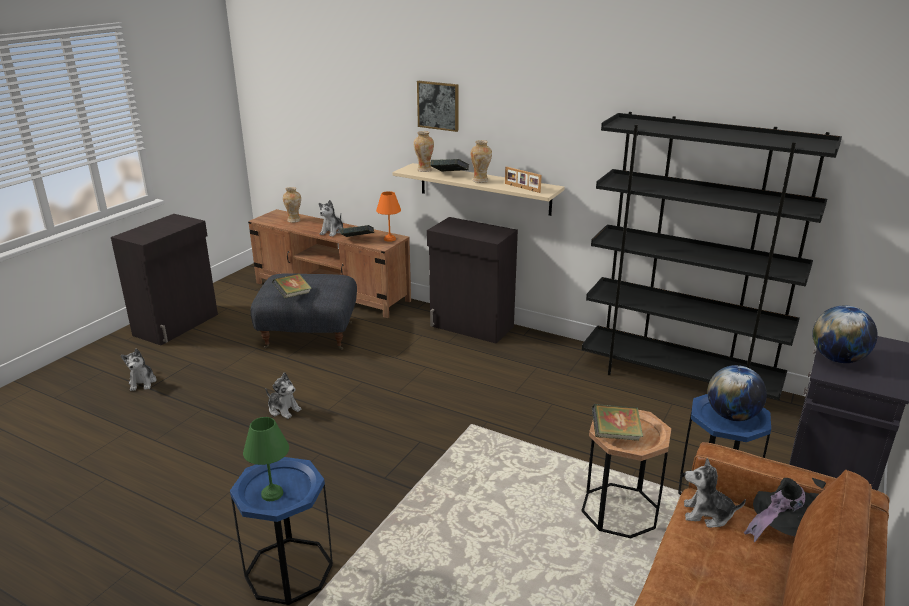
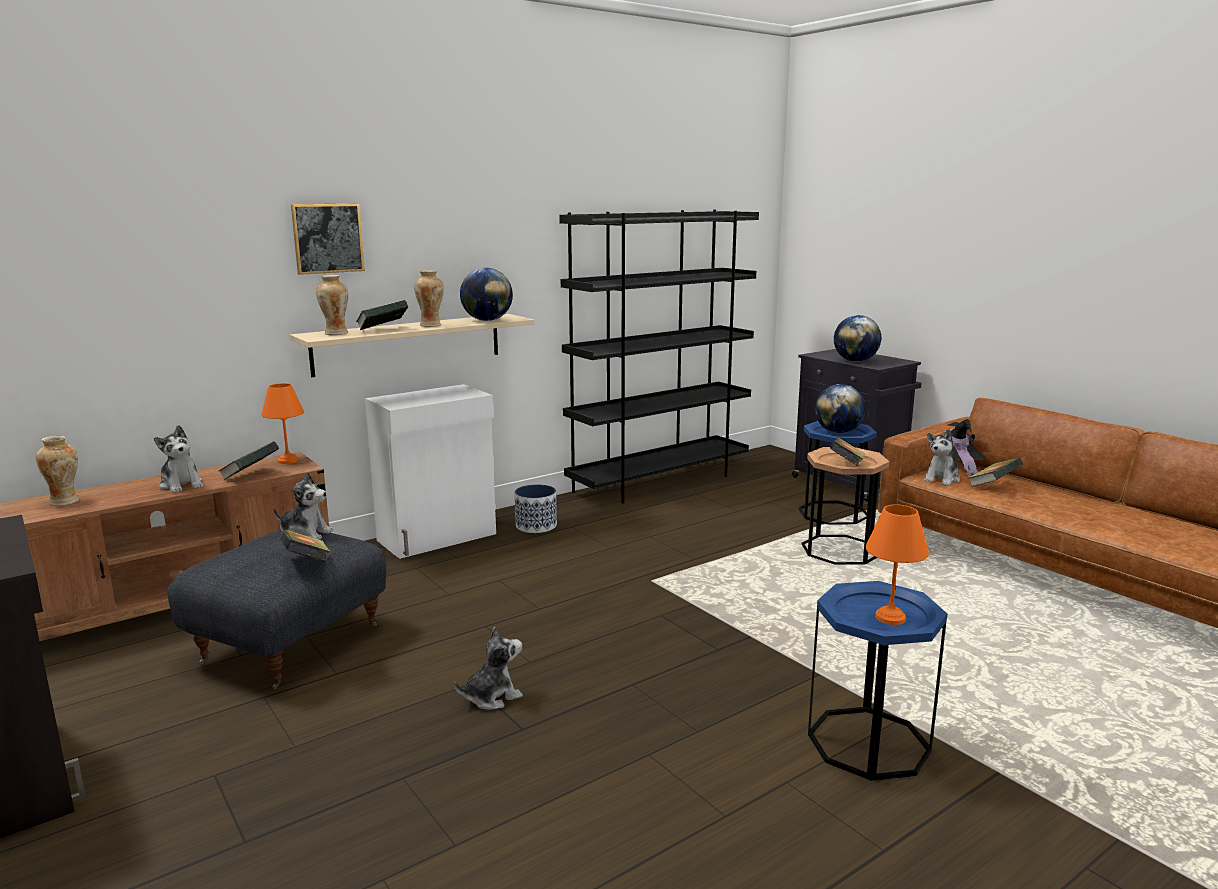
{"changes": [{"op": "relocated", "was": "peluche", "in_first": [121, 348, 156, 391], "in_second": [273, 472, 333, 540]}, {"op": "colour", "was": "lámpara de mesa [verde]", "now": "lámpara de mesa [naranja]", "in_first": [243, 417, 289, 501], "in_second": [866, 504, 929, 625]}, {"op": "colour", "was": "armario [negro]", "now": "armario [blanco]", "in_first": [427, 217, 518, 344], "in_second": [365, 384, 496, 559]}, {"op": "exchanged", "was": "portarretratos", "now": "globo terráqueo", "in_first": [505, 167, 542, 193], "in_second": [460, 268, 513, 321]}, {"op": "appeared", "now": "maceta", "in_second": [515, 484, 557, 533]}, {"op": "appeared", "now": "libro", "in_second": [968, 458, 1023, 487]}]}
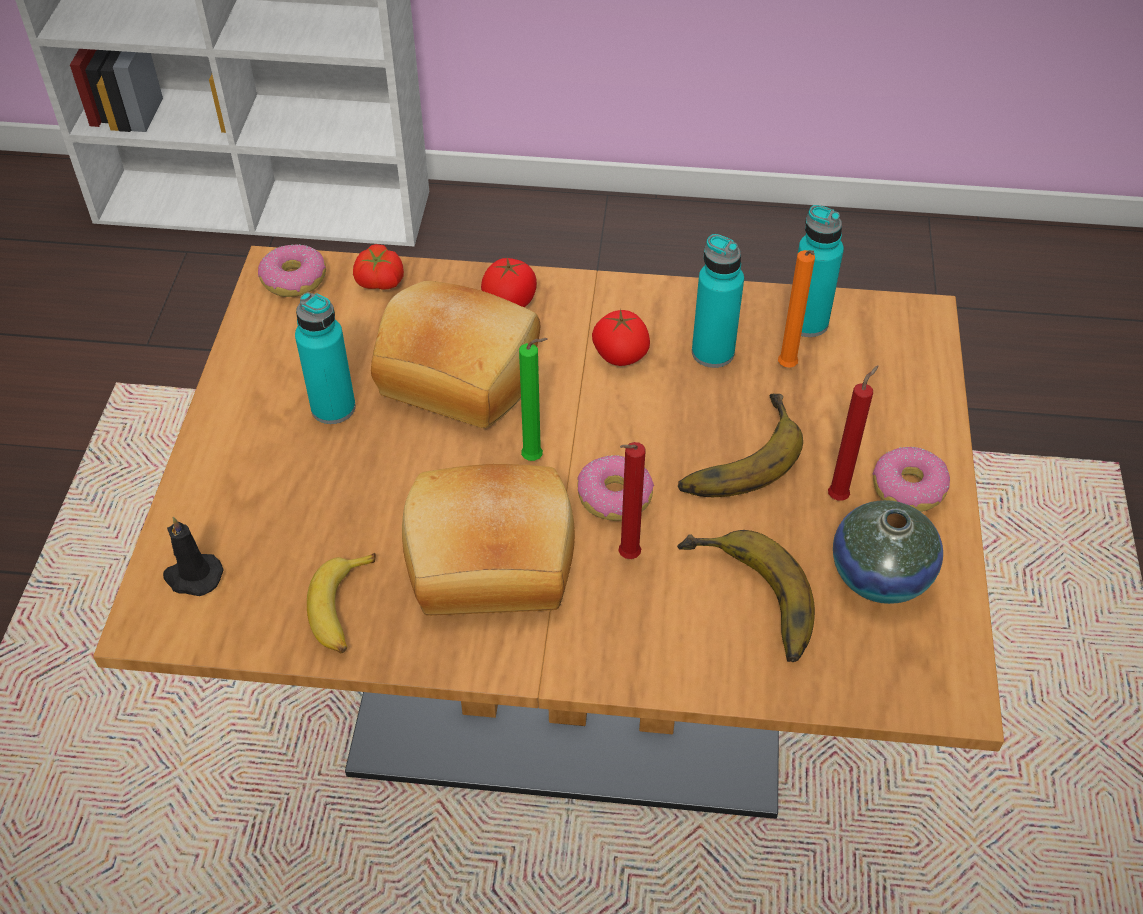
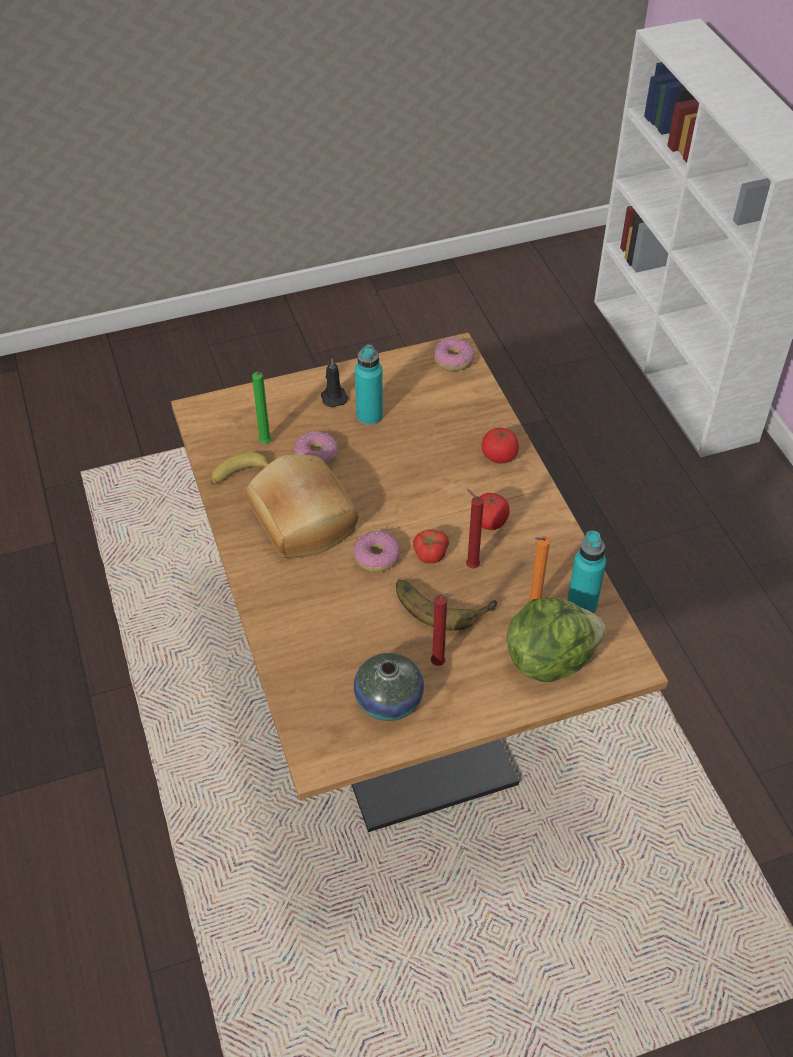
{"changes": [{"op": "relocated", "was": "vela [negro]", "in_first": [163, 517, 223, 596], "in_second": [321, 359, 349, 407]}, {"op": "relocated", "was": "tomate", "in_first": [353, 244, 404, 290], "in_second": [413, 530, 449, 563]}, {"op": "missing", "was": "pan", "in_first": [371, 281, 540, 428]}, {"op": "relocated", "was": "vela [verde]", "in_first": [519, 338, 548, 461], "in_second": [252, 372, 271, 444]}, {"op": "relocated", "was": "vela [rojo]", "in_first": [618, 442, 646, 559], "in_second": [466, 489, 484, 568]}, {"op": "missing", "was": "plátano", "in_first": [677, 530, 815, 662]}, {"op": "missing", "was": "botella [turquesa]", "in_first": [692, 234, 744, 368]}, {"op": "relocated", "was": "rosquilla", "in_first": [873, 446, 950, 512], "in_second": [294, 431, 338, 465]}, {"op": "appeared", "now": "lechuga", "in_second": [507, 598, 605, 682]}]}
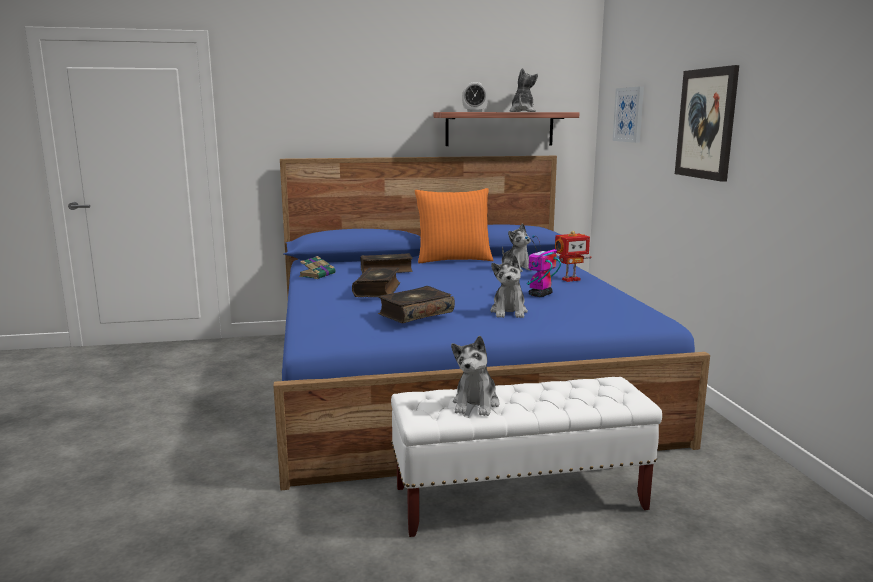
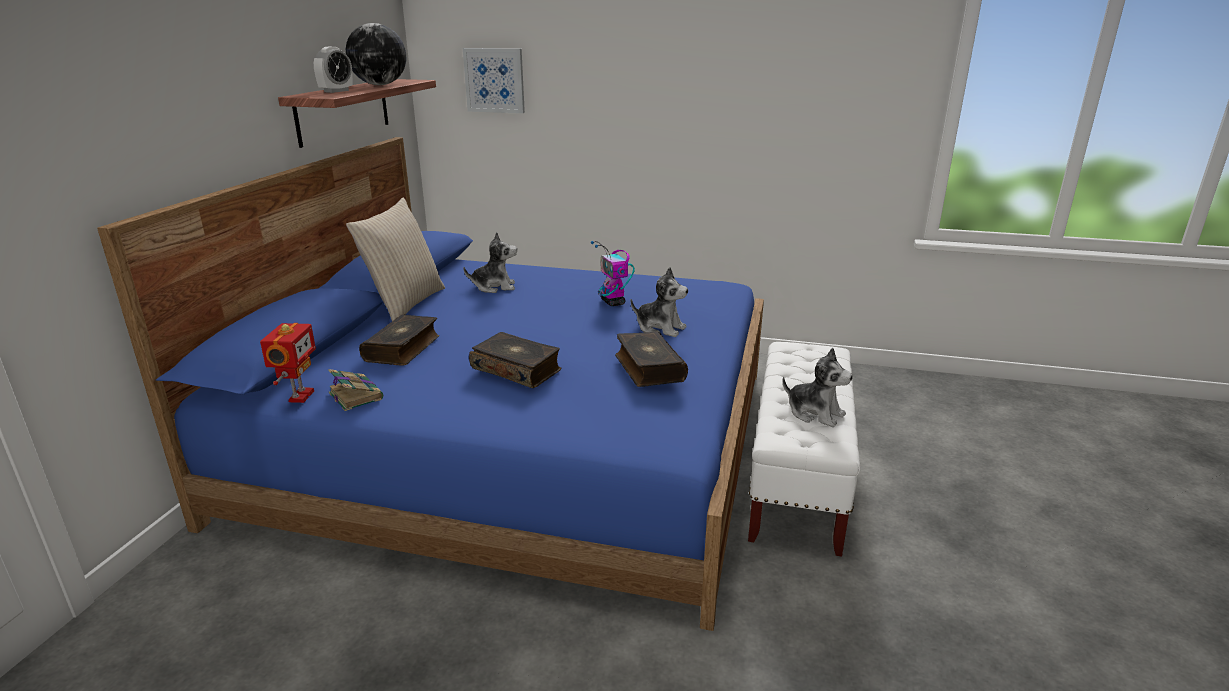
{"changes": [{"op": "colour", "was": "cojín [naranja]", "now": "cojín [beis]", "in_first": [415, 188, 494, 263], "in_second": [346, 198, 445, 321]}, {"op": "exchanged", "was": "peluche", "now": "globo terráqueo", "in_first": [510, 68, 538, 112], "in_second": [346, 23, 406, 85]}, {"op": "relocated", "was": "robot de juguete", "in_first": [555, 231, 592, 282], "in_second": [260, 323, 316, 403]}, {"op": "missing", "was": "cuadro", "in_first": [675, 65, 739, 182]}]}
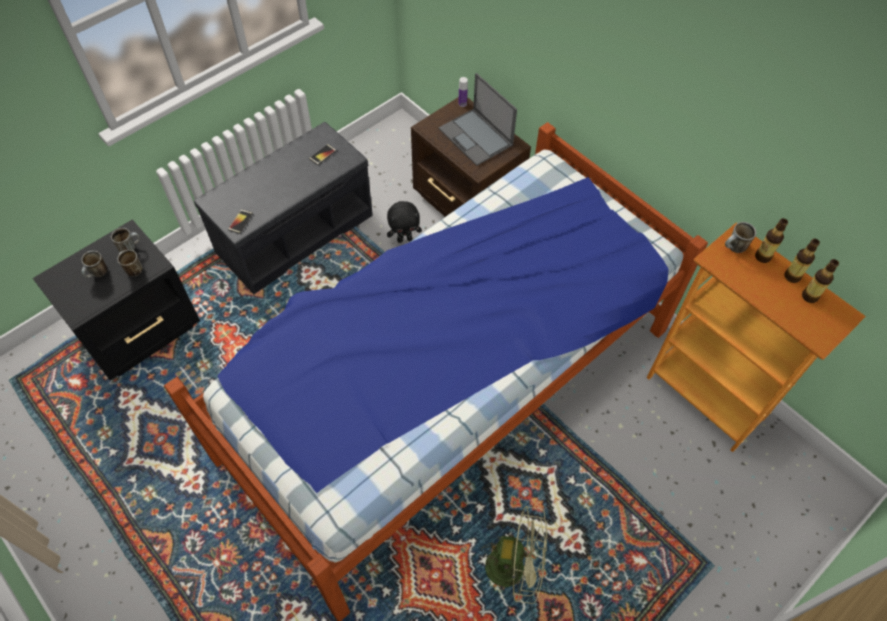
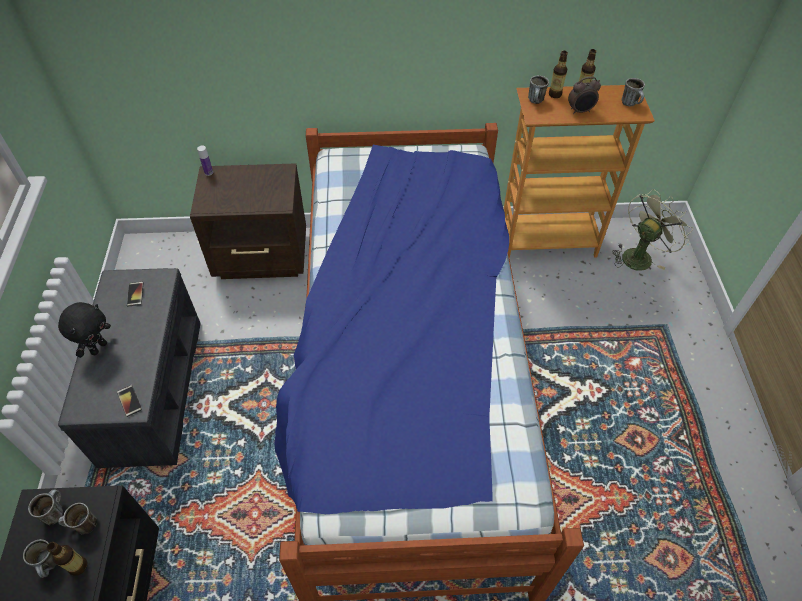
{"changes": [{"op": "relocated", "was": "peluche [negro]", "in_first": [387, 201, 422, 243], "in_second": [58, 302, 111, 358]}, {"op": "missing", "was": "portátil", "in_first": [439, 73, 517, 166]}, {"op": "relocated", "was": "ventilador [verde]", "in_first": [476, 506, 547, 604], "in_second": [612, 189, 693, 271]}, {"op": "relocated", "was": "botella", "in_first": [802, 259, 839, 303], "in_second": [47, 542, 87, 576]}, {"op": "appeared", "now": "despertador", "in_second": [568, 77, 601, 115]}, {"op": "appeared", "now": "taza grande", "in_second": [621, 78, 645, 106]}]}
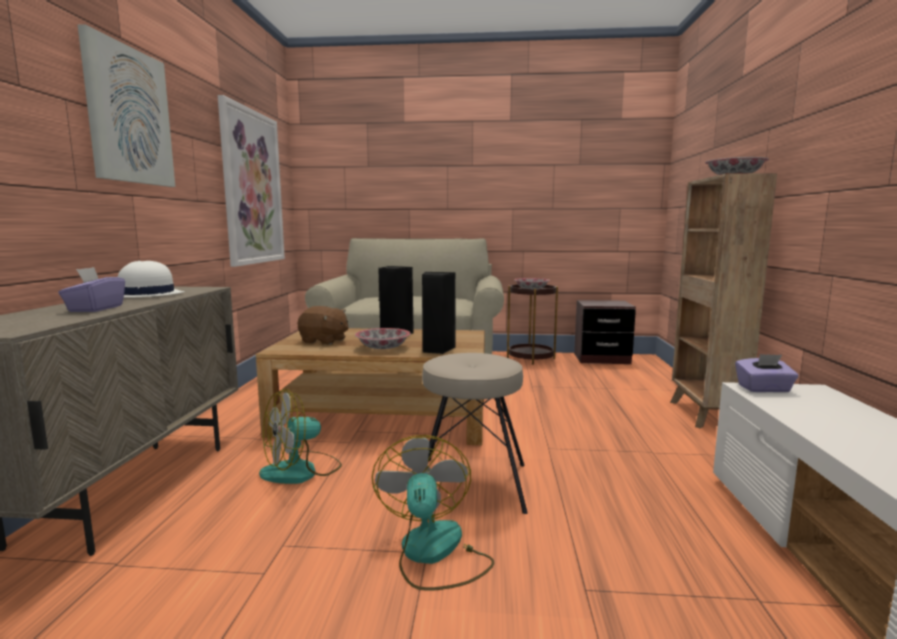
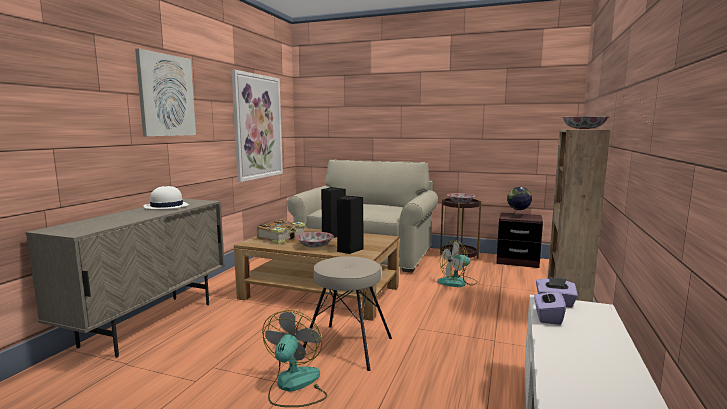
{"changes": [{"op": "relocated", "was": "caja de pañuelos [morado]", "in_first": [58, 267, 125, 312], "in_second": [534, 286, 566, 325]}, {"op": "relocated", "was": "ventilador", "in_first": [259, 389, 342, 484], "in_second": [437, 240, 478, 287]}, {"op": "exchanged", "was": "peluche [marrón]", "now": "libro", "in_first": [298, 306, 349, 345], "in_second": [257, 220, 305, 244]}, {"op": "appeared", "now": "globo terráqueo", "in_second": [507, 187, 532, 217]}]}
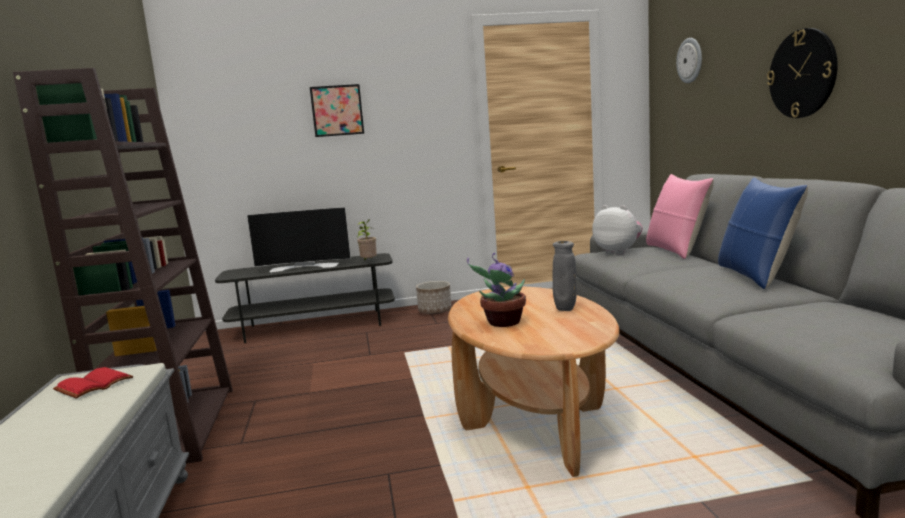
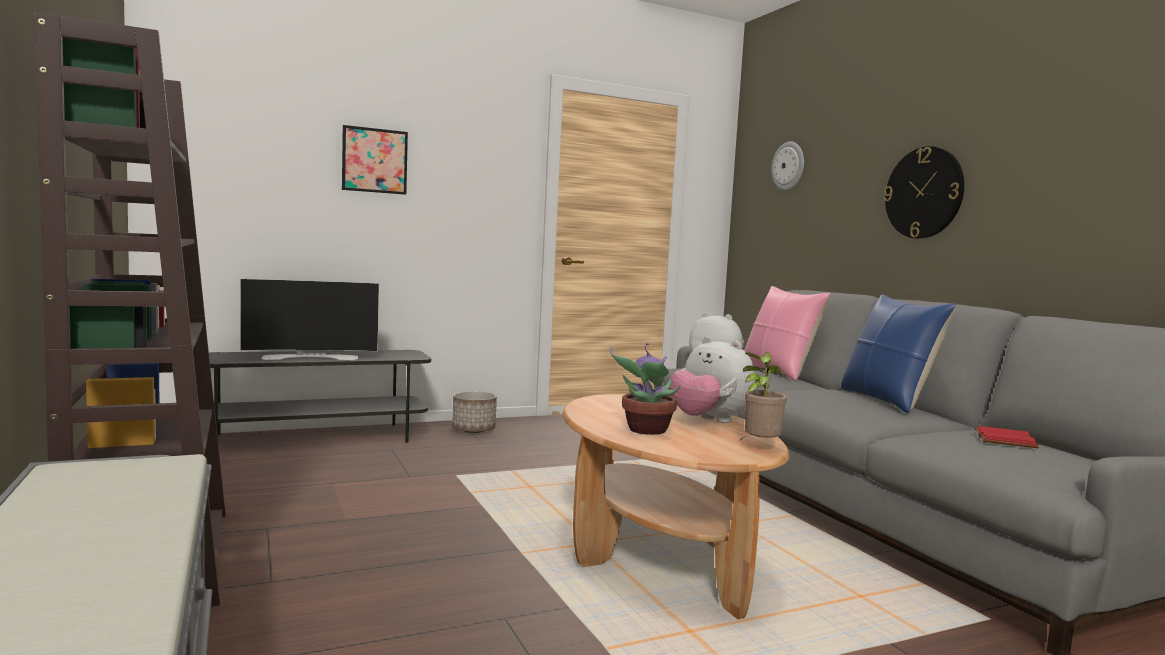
{"changes": [{"op": "relocated", "was": "libro [rojo]", "in_first": [53, 367, 133, 399], "in_second": [975, 426, 1039, 448]}, {"op": "relocated", "was": "planta en maceta", "in_first": [357, 219, 377, 260], "in_second": [740, 352, 787, 441]}, {"op": "exchanged", "was": "florero [gris]", "now": "peluche", "in_first": [553, 241, 577, 311], "in_second": [669, 336, 756, 423]}]}
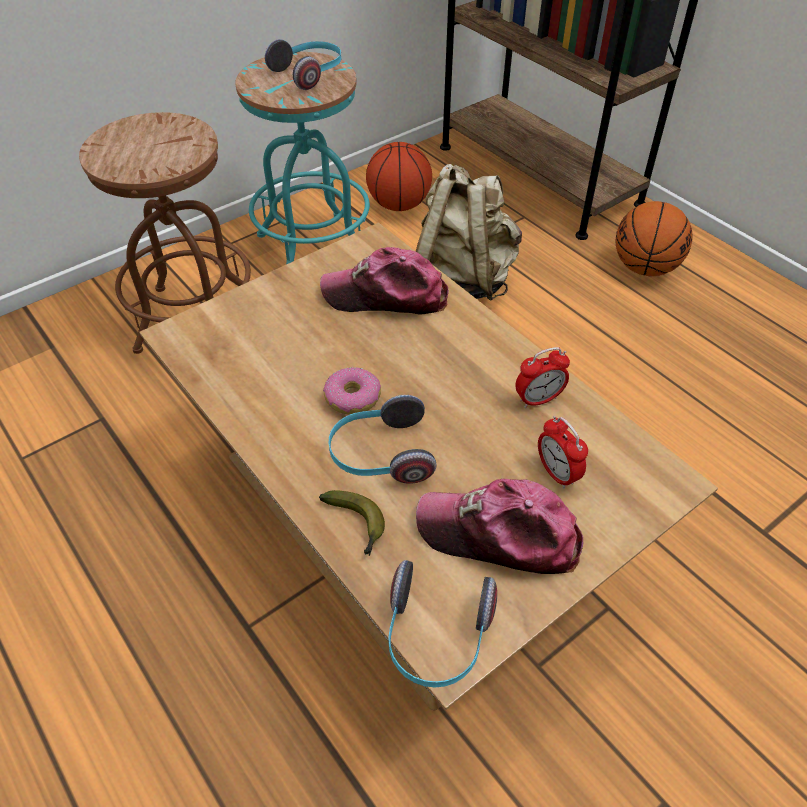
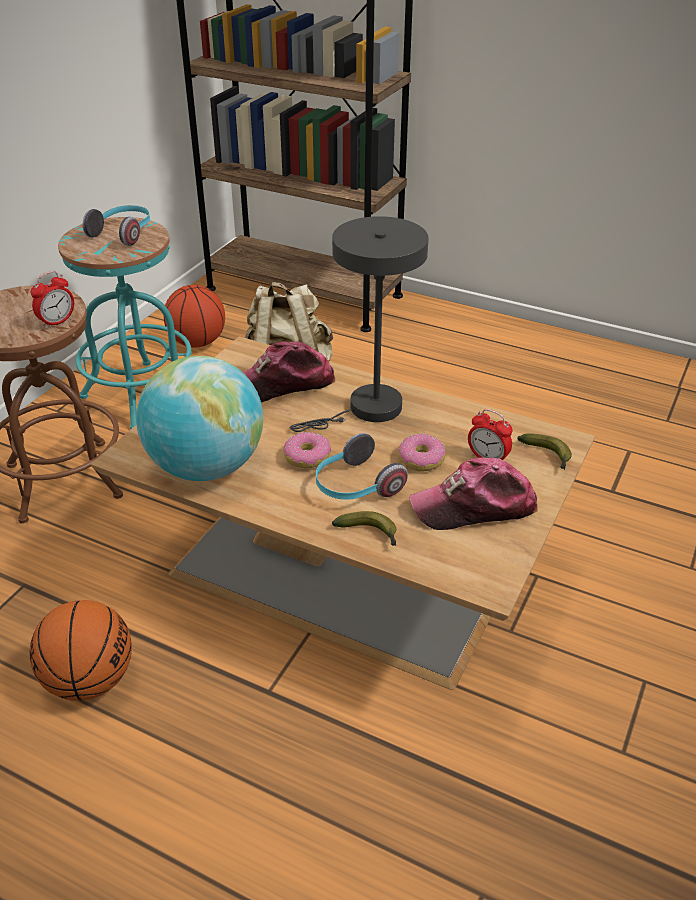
{"changes": [{"op": "missing", "was": "auriculares", "in_first": [388, 560, 497, 688]}, {"op": "relocated", "was": "despertador", "in_first": [515, 347, 570, 408], "in_second": [31, 271, 74, 329]}, {"op": "relocated", "was": "balón de baloncesto", "in_first": [616, 201, 692, 276], "in_second": [29, 600, 132, 701]}, {"op": "appeared", "now": "globo terráqueo", "in_second": [136, 356, 263, 481]}, {"op": "appeared", "now": "lámpara de mesa [gris]", "in_second": [289, 216, 429, 432]}, {"op": "appeared", "now": "rosquilla", "in_second": [398, 434, 446, 472]}, {"op": "appeared", "now": "plátano", "in_second": [517, 433, 572, 470]}]}
